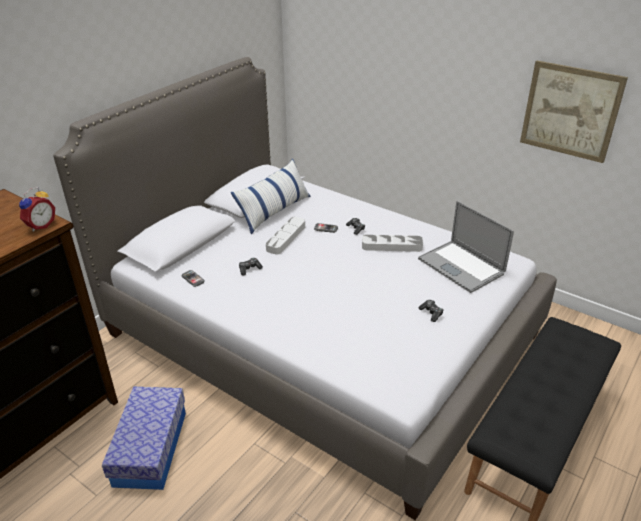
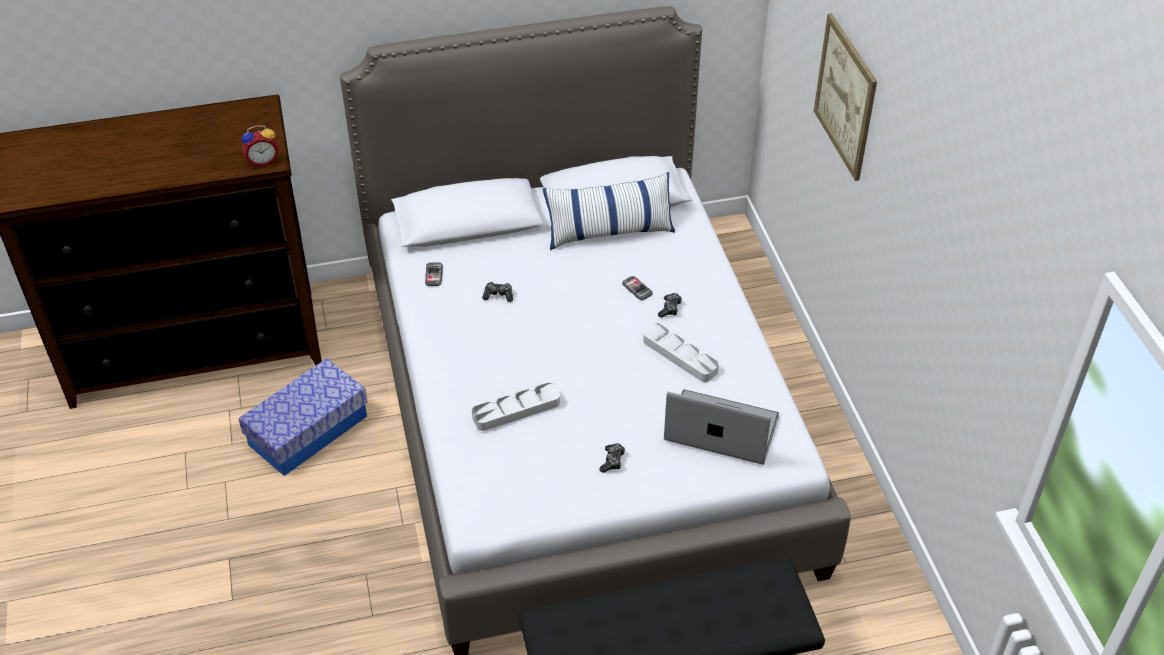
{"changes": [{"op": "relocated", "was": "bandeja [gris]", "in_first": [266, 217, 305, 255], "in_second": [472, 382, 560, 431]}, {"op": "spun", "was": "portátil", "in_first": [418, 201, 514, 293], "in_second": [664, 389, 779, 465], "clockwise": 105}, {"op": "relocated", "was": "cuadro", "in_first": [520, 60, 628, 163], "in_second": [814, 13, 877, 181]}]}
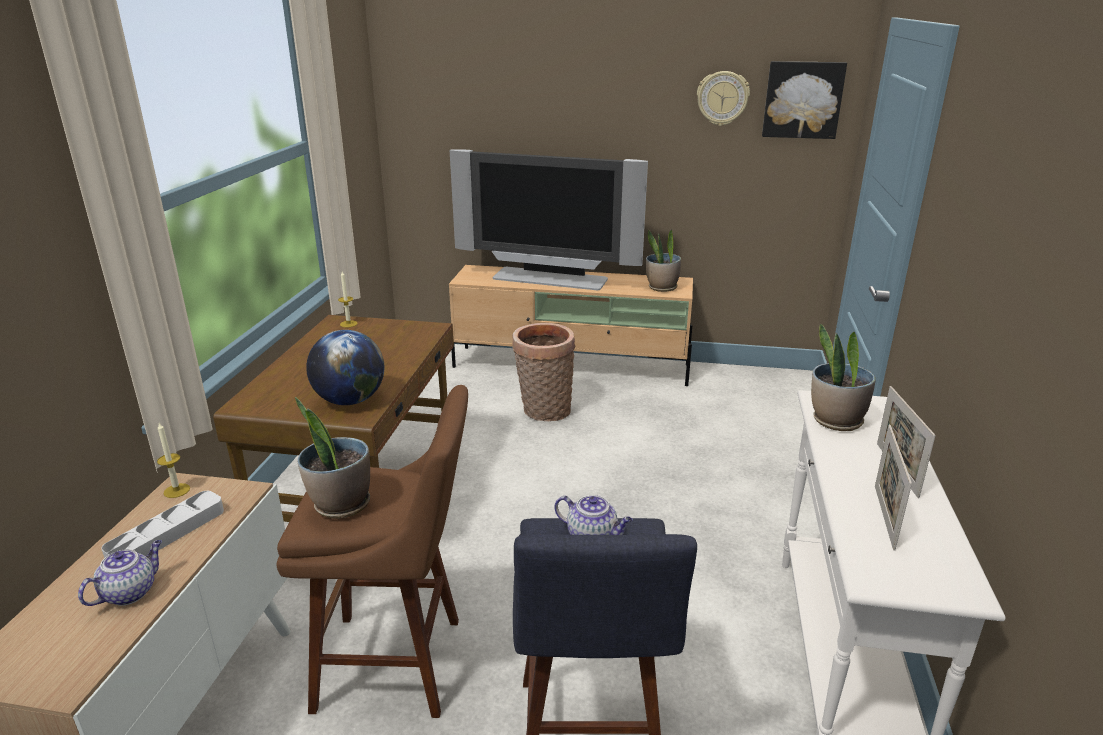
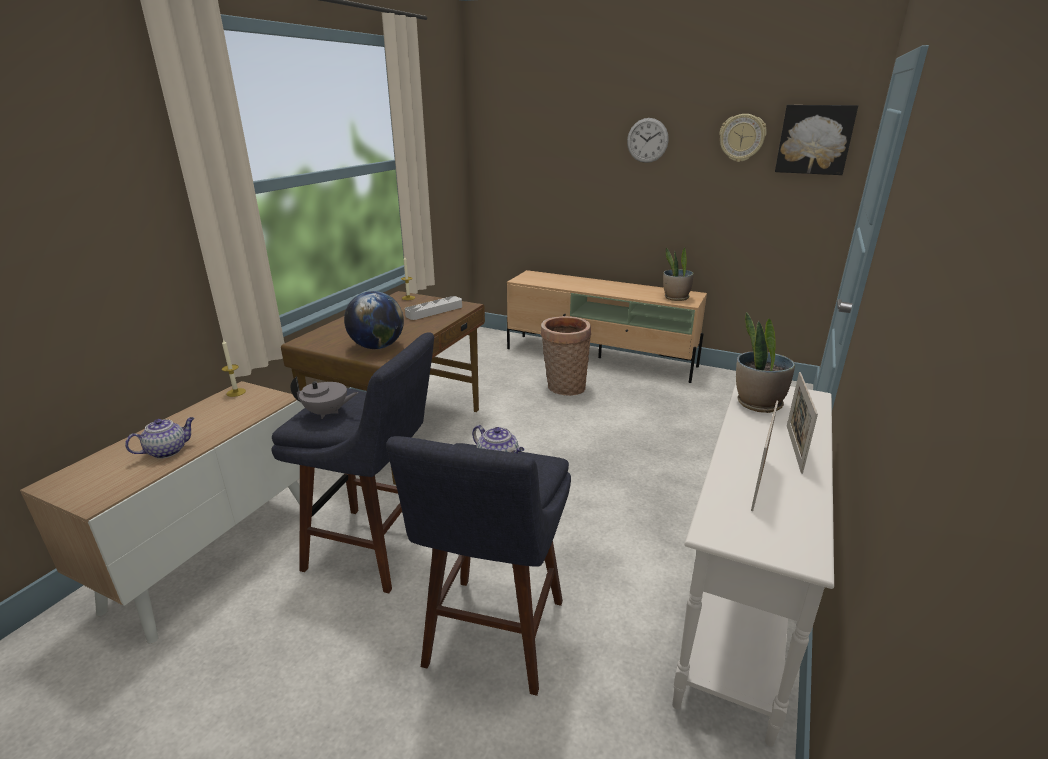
{"changes": [{"op": "relocated", "was": "bandeja [gris]", "in_first": [101, 491, 224, 558], "in_second": [405, 296, 462, 320]}, {"op": "colour", "was": "taburete [marrón]", "now": "taburete [azul]", "in_first": [276, 385, 468, 718], "in_second": [272, 332, 434, 593]}, {"op": "exchanged", "was": "planta en maceta", "now": "tetera [gris]", "in_first": [295, 397, 370, 519], "in_second": [291, 376, 359, 419]}, {"op": "missing", "was": "televisor", "in_first": [450, 149, 648, 290]}, {"op": "appeared", "now": "reloj de pared", "in_second": [627, 118, 669, 163]}]}
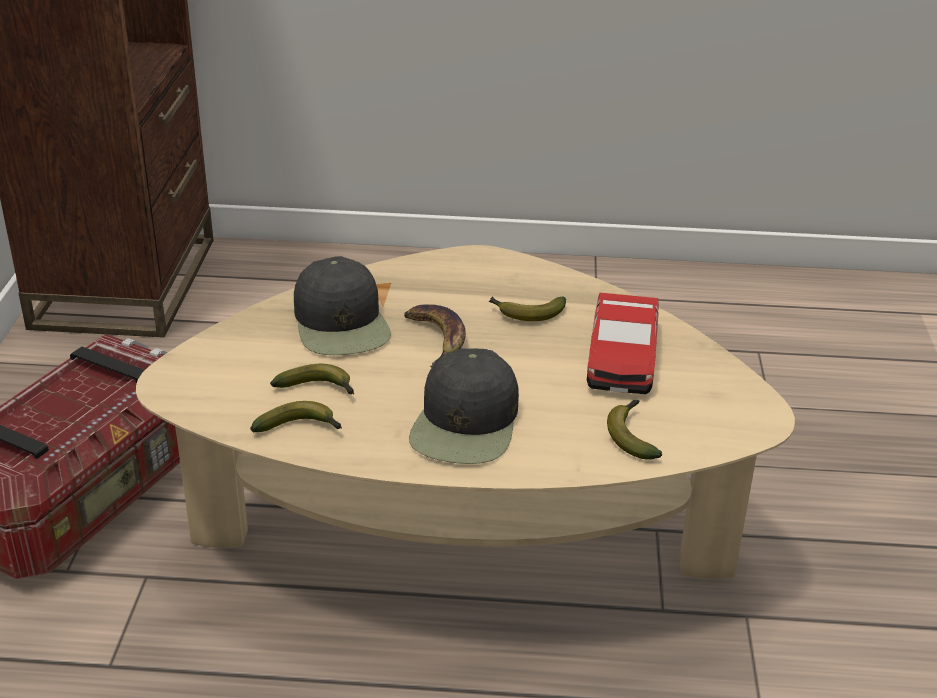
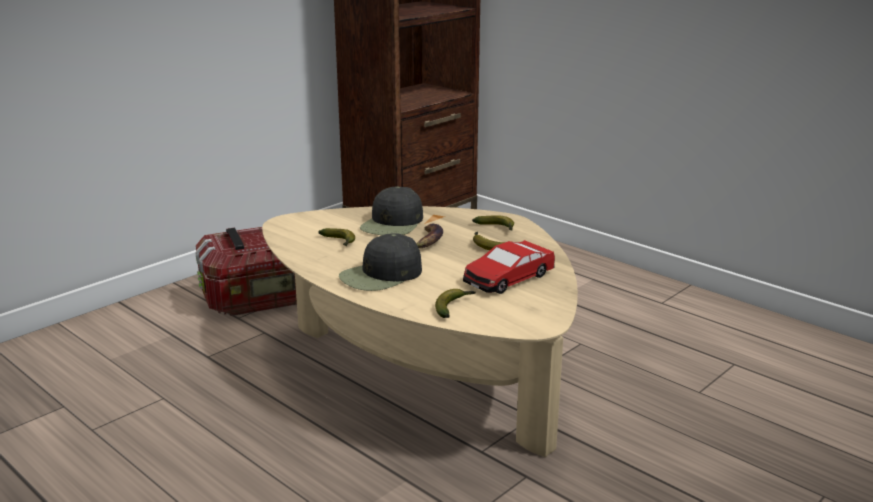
{"changes": [{"op": "relocated", "was": "plátano", "in_first": [250, 401, 342, 432], "in_second": [472, 215, 514, 230]}]}
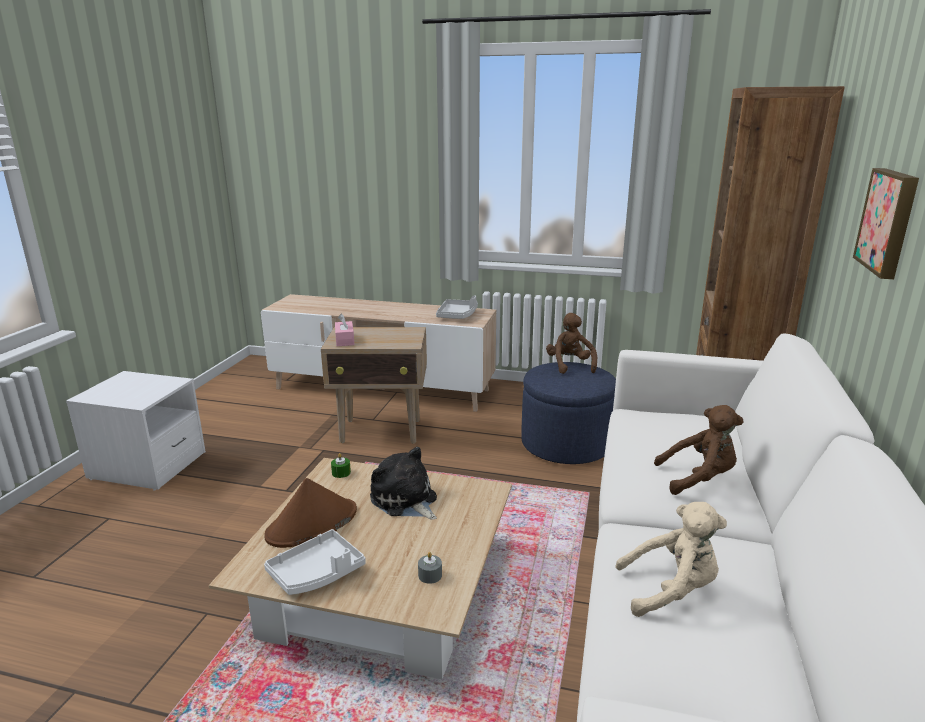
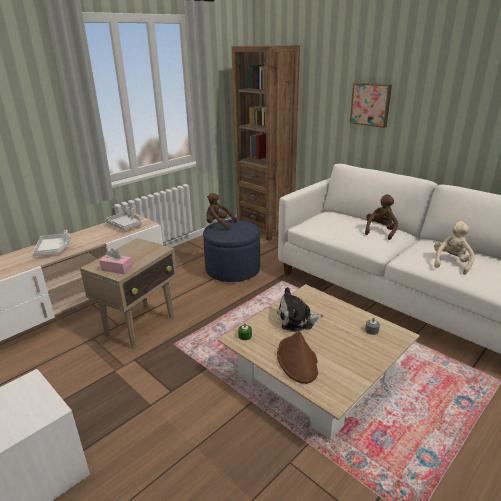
{"changes": [{"op": "relocated", "was": "bandeja [blanco]", "in_first": [264, 529, 366, 595], "in_second": [33, 230, 71, 256]}]}
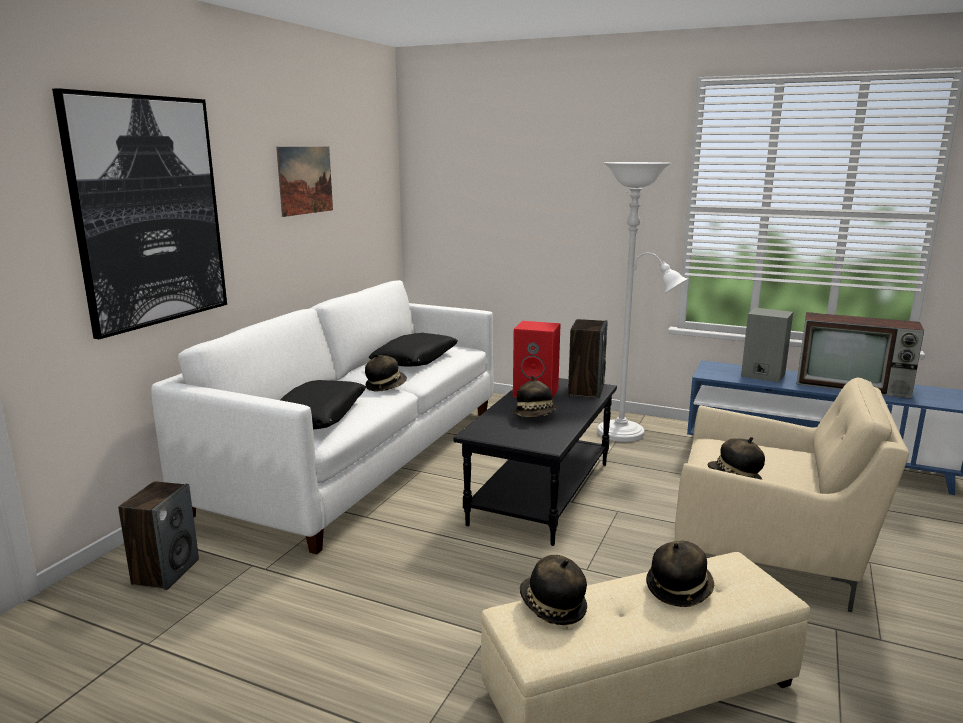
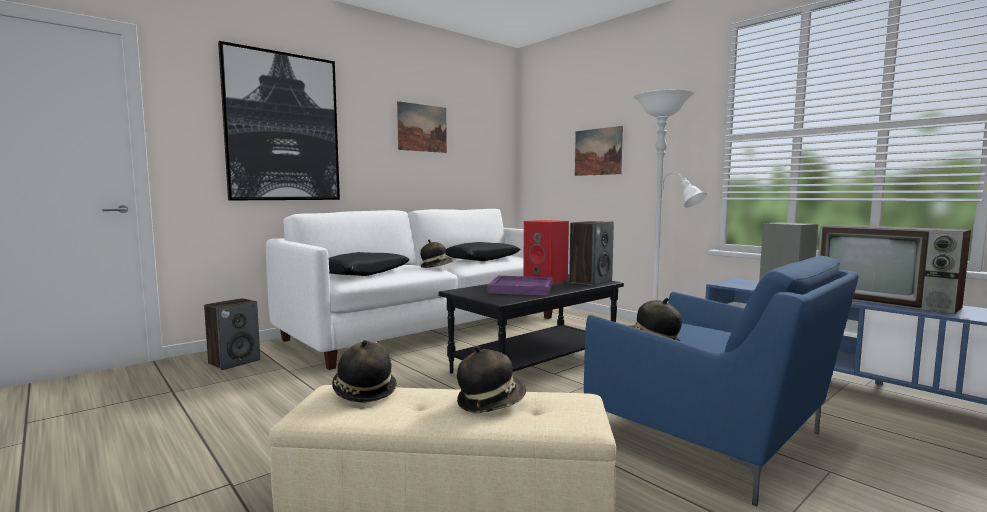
{"changes": [{"op": "exchanged", "was": "sombrero", "now": "bandeja [morado]", "in_first": [514, 376, 557, 417], "in_second": [487, 276, 552, 296]}, {"op": "colour", "was": "sillón [beis]", "now": "sillón [azul]", "in_first": [675, 377, 909, 612], "in_second": [584, 256, 859, 506]}, {"op": "appeared", "now": "cuadro", "in_second": [575, 126, 623, 176]}]}
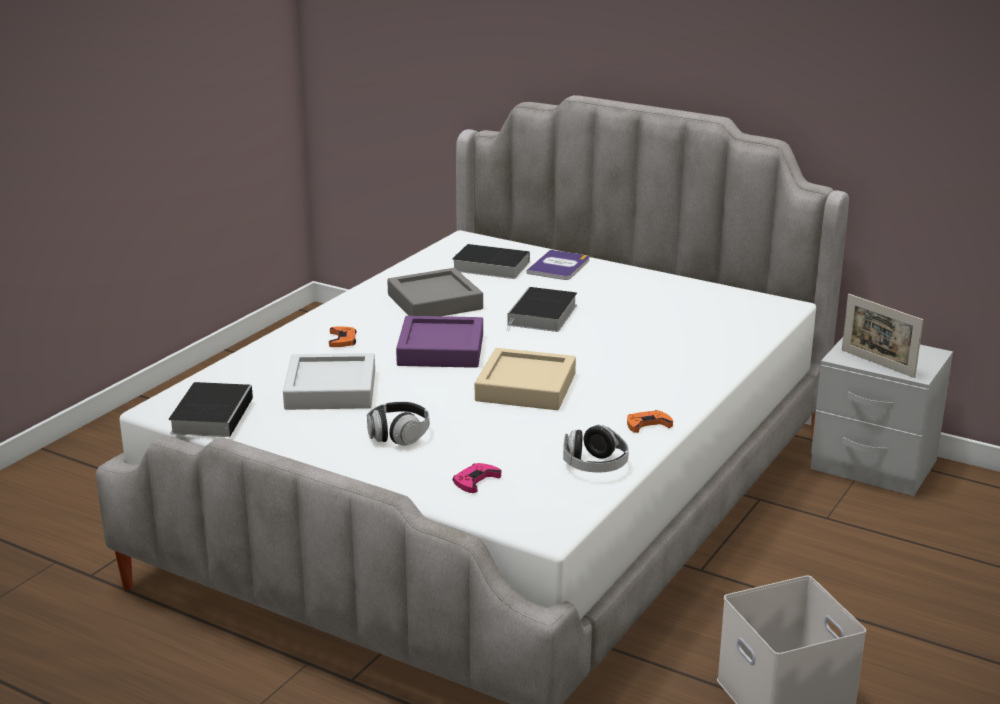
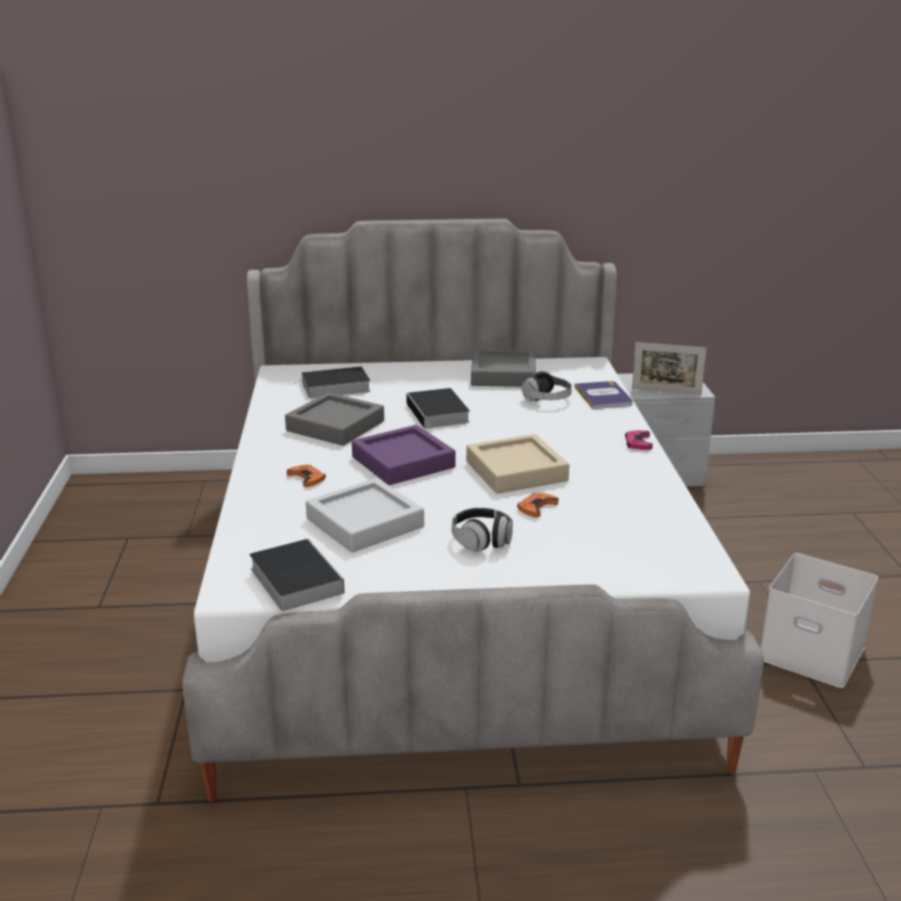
{"changes": [{"op": "relocated", "was": "mando de consola [rosa]", "in_first": [453, 463, 501, 493], "in_second": [625, 430, 653, 450]}, {"op": "relocated", "was": "libro", "in_first": [527, 250, 589, 280], "in_second": [574, 381, 633, 409]}, {"op": "relocated", "was": "auriculares", "in_first": [563, 425, 629, 472], "in_second": [522, 371, 572, 401]}, {"op": "relocated", "was": "mando de consola [naranja]", "in_first": [627, 410, 673, 433], "in_second": [517, 493, 558, 517]}, {"op": "appeared", "now": "bandeja [gris]", "in_second": [471, 350, 536, 387]}]}
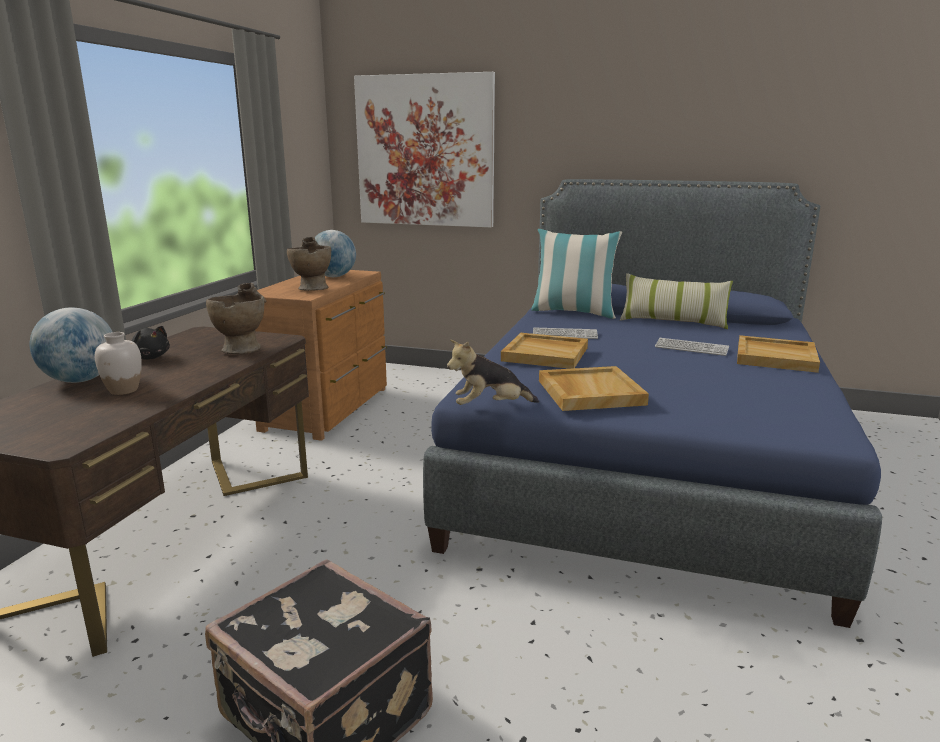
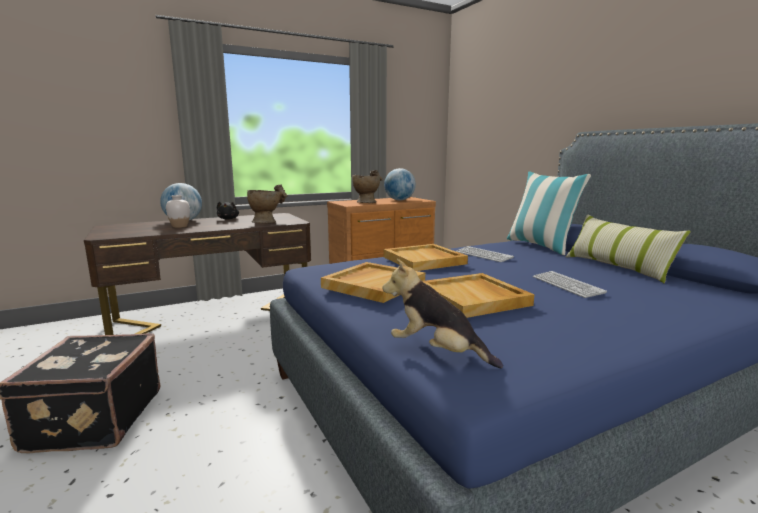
{"changes": [{"op": "missing", "was": "cuadro", "in_first": [354, 72, 495, 227]}, {"op": "relocated", "was": "peluche", "in_first": [447, 340, 539, 405], "in_second": [382, 259, 503, 369]}, {"op": "relocated", "was": "bandeja [beis]", "in_first": [737, 335, 820, 373], "in_second": [423, 273, 534, 318]}]}
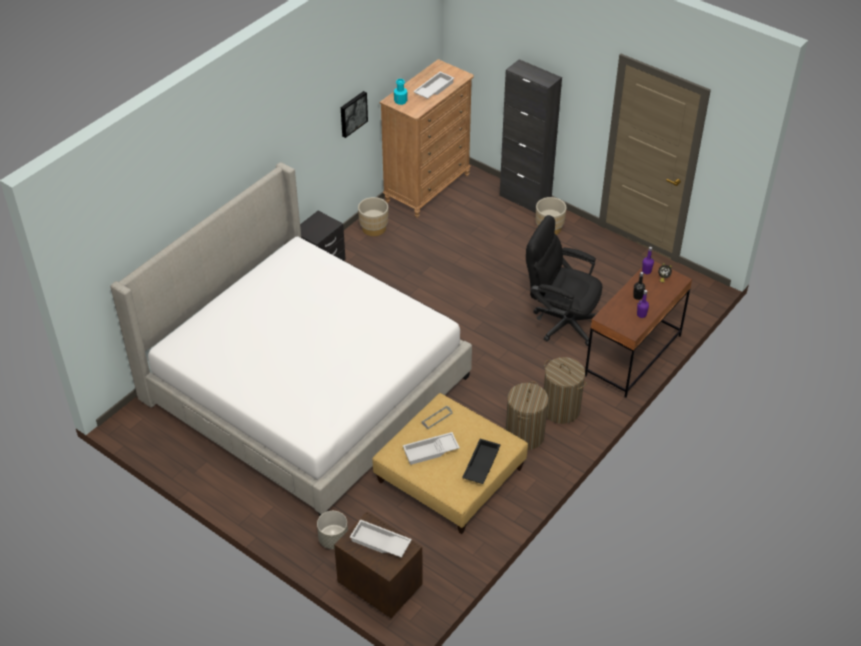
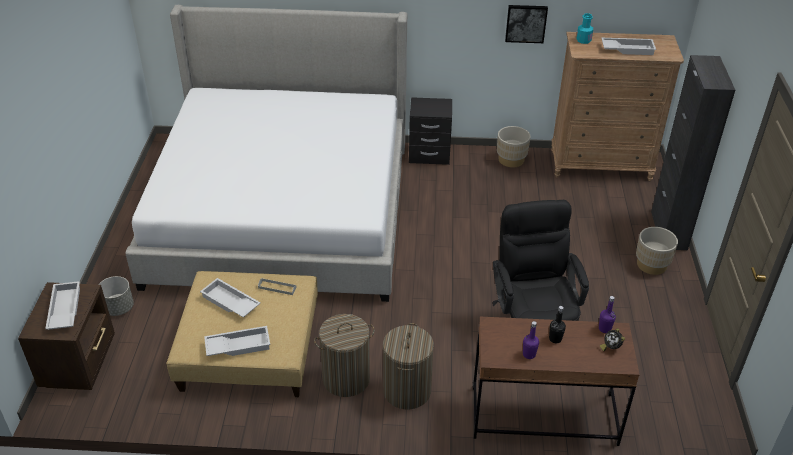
{"changes": [{"op": "colour", "was": "bandeja [negro]", "now": "bandeja [blanco]", "in_first": [462, 439, 501, 484], "in_second": [204, 326, 270, 356]}]}
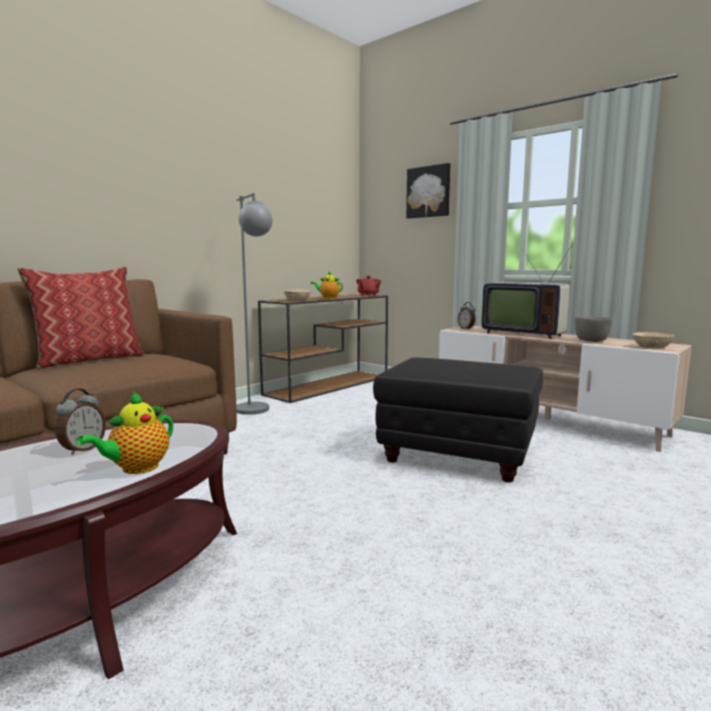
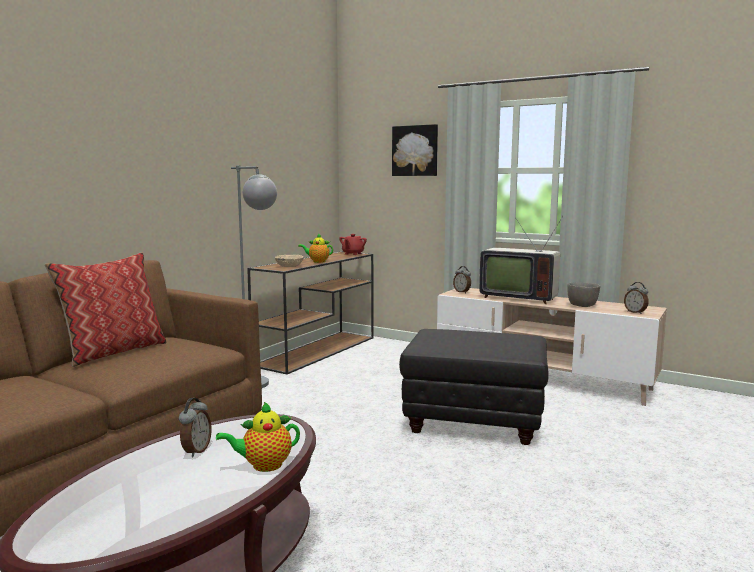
{"changes": [{"op": "spun", "was": "tetera", "in_first": [77, 392, 173, 474], "in_second": [216, 402, 300, 472], "clockwise": 45}, {"op": "exchanged", "was": "cuenco [beis]", "now": "despertador", "in_first": [632, 332, 674, 348], "in_second": [624, 282, 649, 314]}]}
